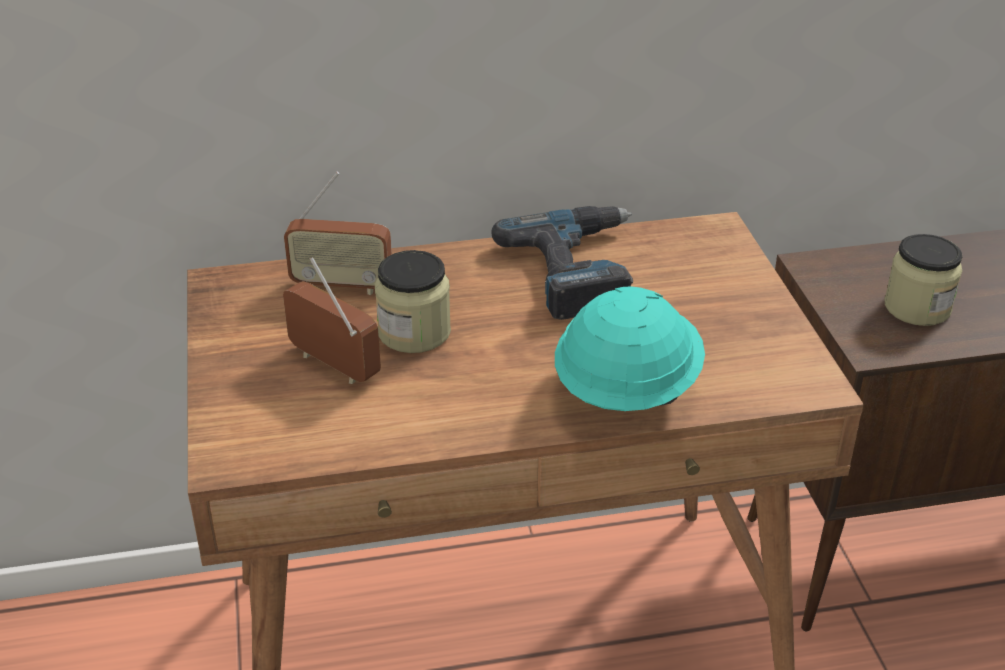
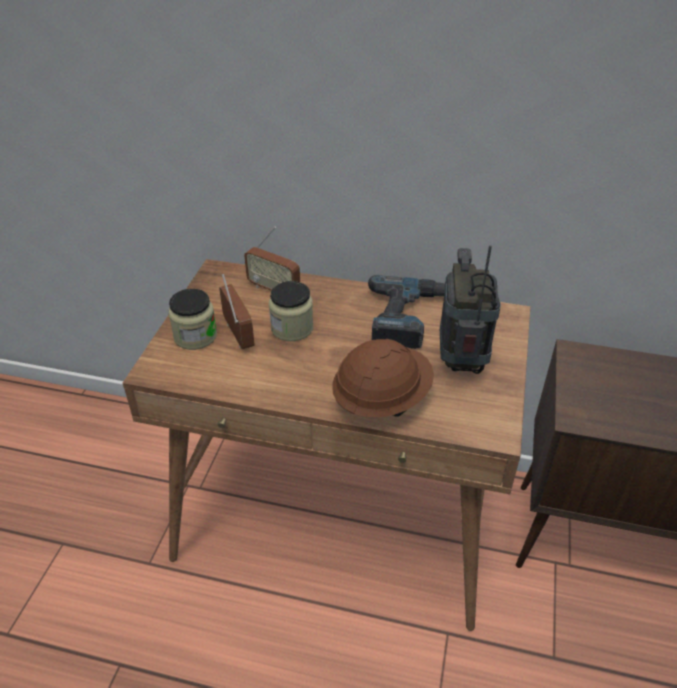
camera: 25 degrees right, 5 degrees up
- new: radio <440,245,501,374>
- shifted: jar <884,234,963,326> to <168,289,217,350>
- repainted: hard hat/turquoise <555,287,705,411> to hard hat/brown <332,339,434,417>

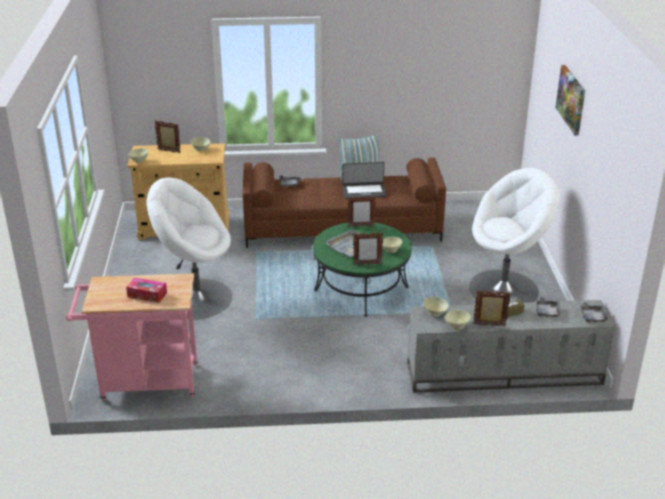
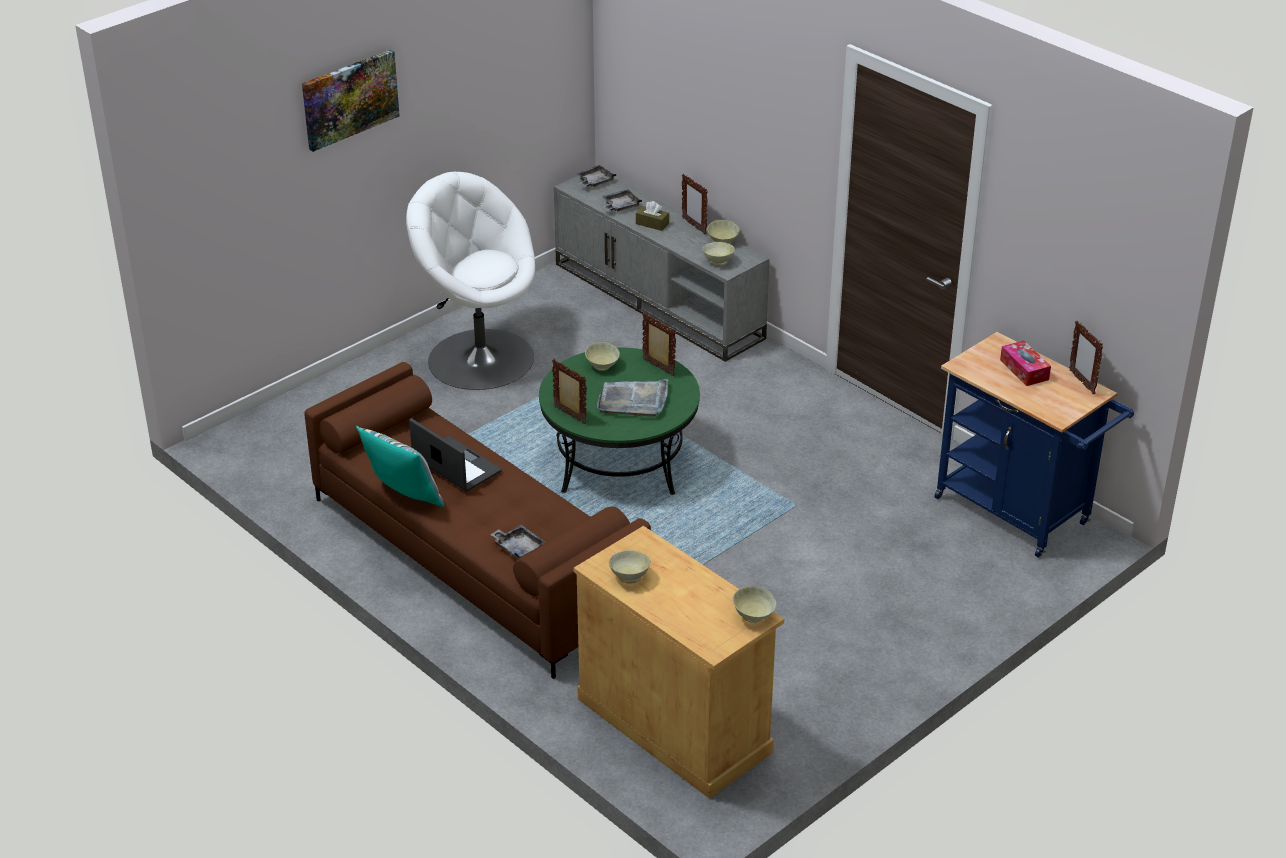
camera: 130 degrees left, 5 degrees up
- gone: armchair/white <147,178,233,320>
- shifted: picture frame <155,120,181,153> to <1069,321,1103,394>
- repainted: cart/pink <66,273,198,401> to cart/blue <935,332,1134,558>

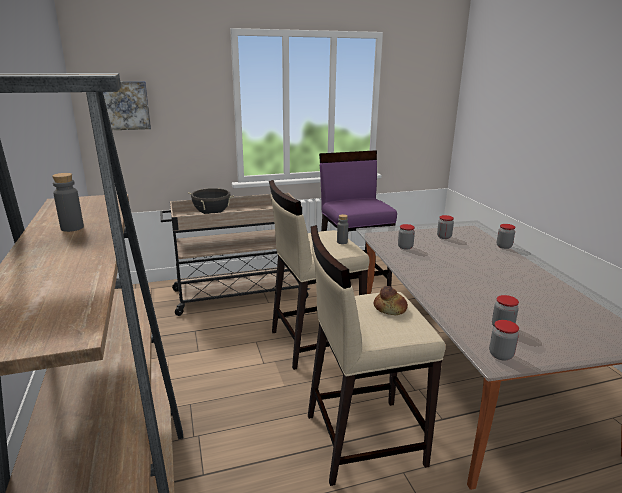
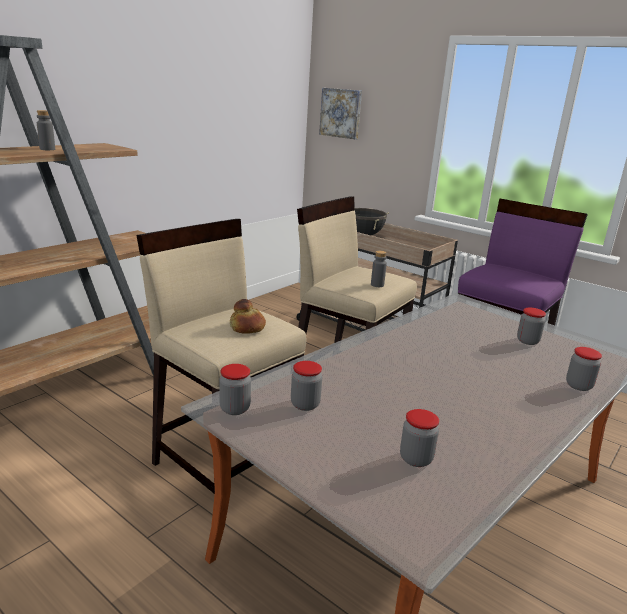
camera: 55 degrees right, 0 degrees up
- shifted: jar <398,224,415,250> to <400,409,439,467>

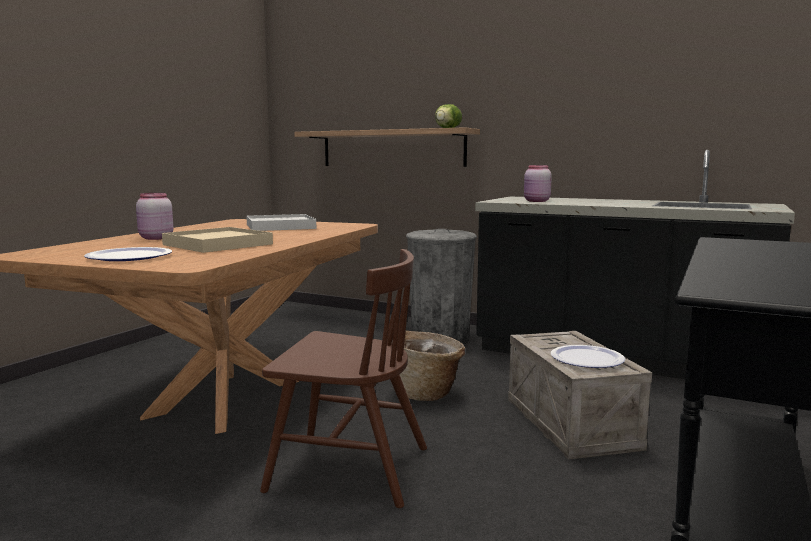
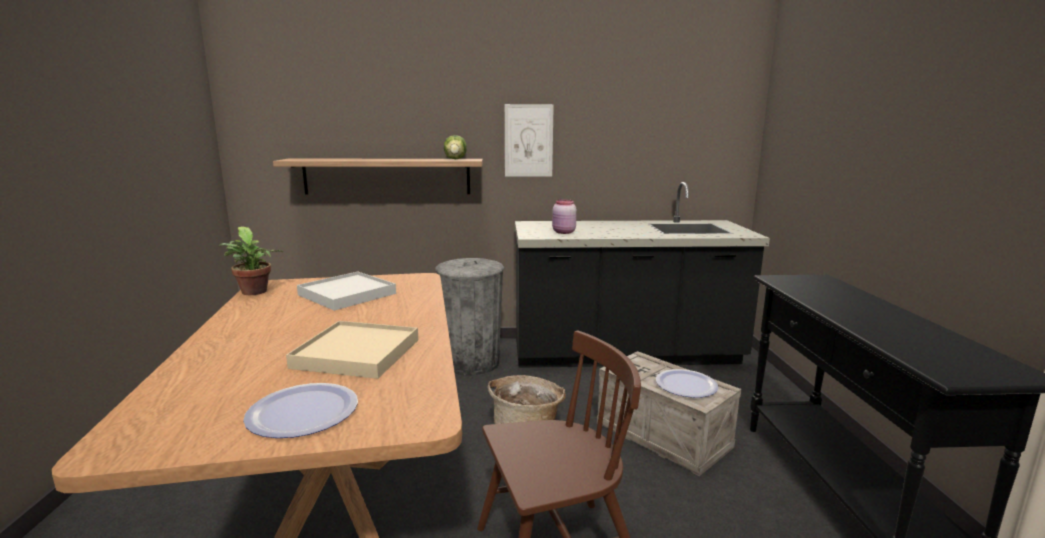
camera: 30 degrees left, 5 degrees up
- gone: jar/pink <136,193,173,240>
- new: potted plant <219,226,283,295>
- new: picture <505,104,554,177>

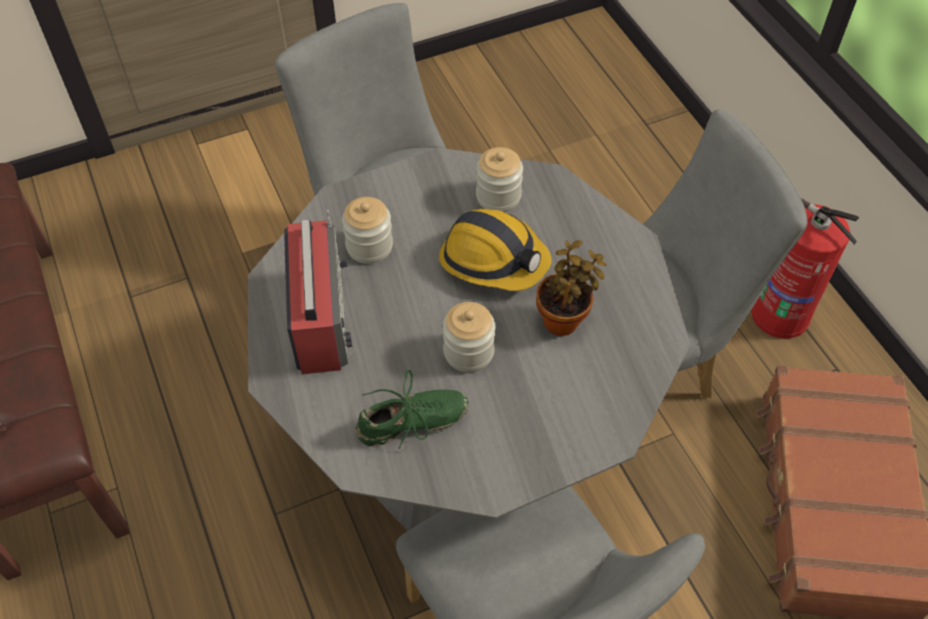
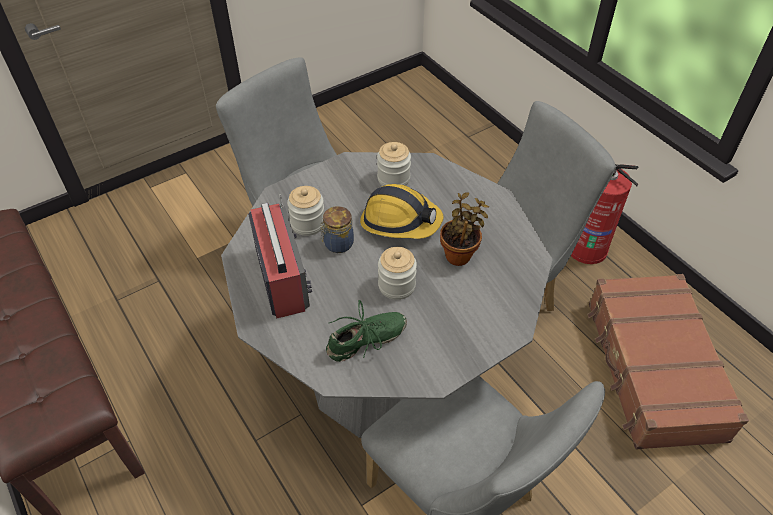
camera: 10 degrees left, 5 degrees down
- new: jar <320,206,354,253>

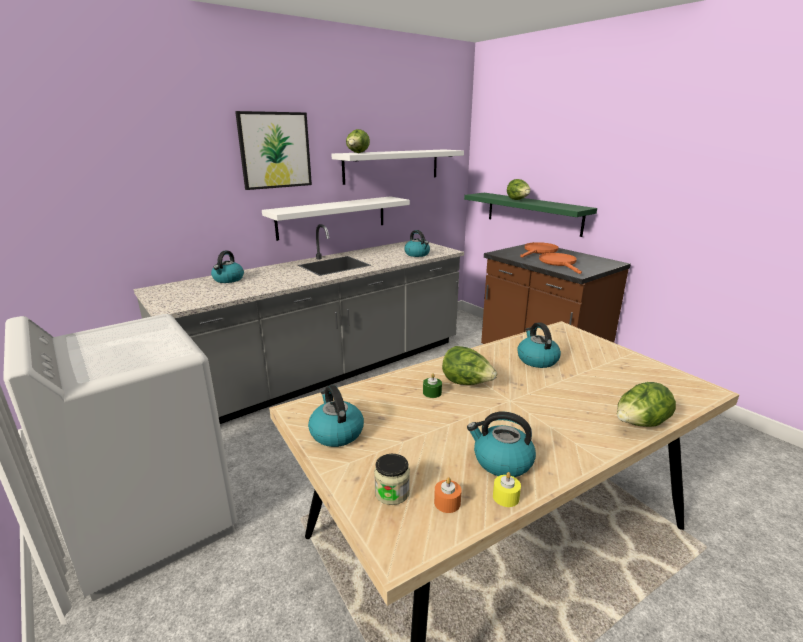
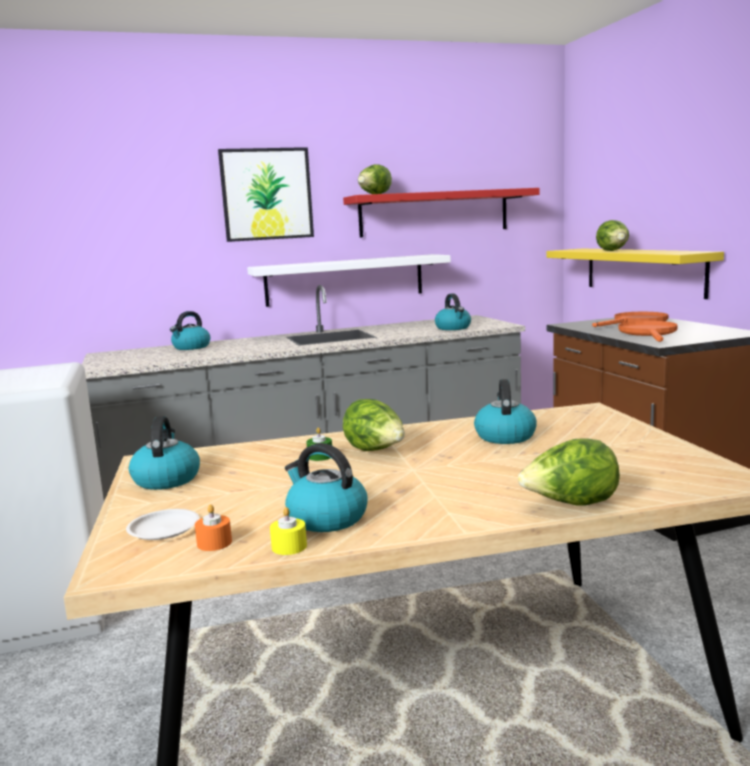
camera: 20 degrees right, 10 degrees down
- swapped: jar <374,454,410,505> to plate/white <126,509,199,540>
- repainted: shelf/white <331,149,464,185> to shelf/red <343,188,540,237>
- repainted: shelf/green <464,193,597,237> to shelf/yellow <546,248,724,299>

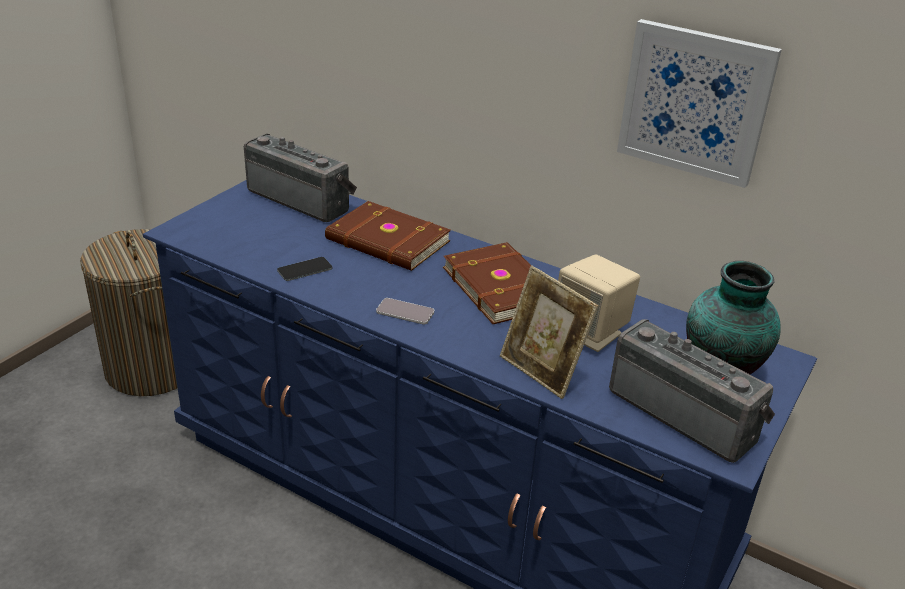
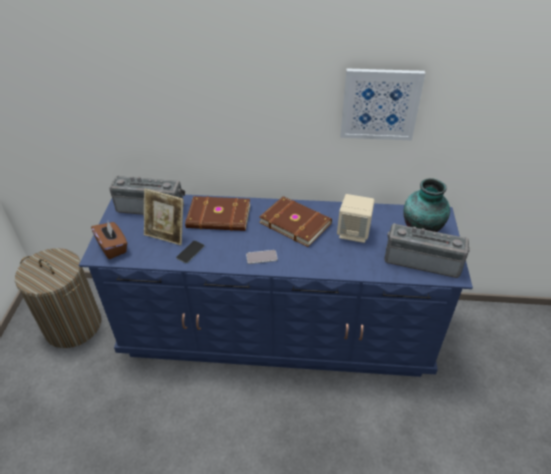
camera: 25 degrees left, 10 degrees up
- new: tissue box/brown <91,222,128,259>
- shifted: picture frame <500,266,599,399> to <144,189,184,245>

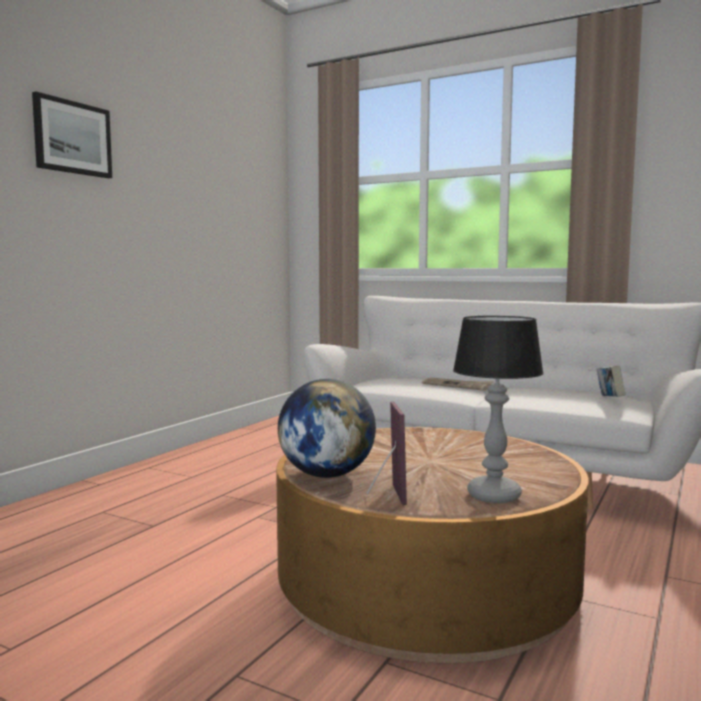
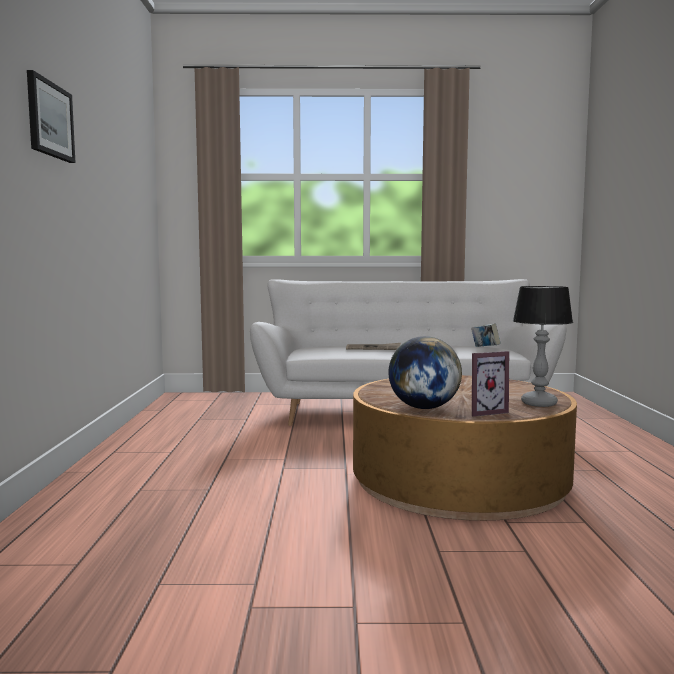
camera: 30 degrees left, 0 degrees up
- rotated: picture frame <367,402,407,505> = <472,351,509,417> 105 degrees clockwise

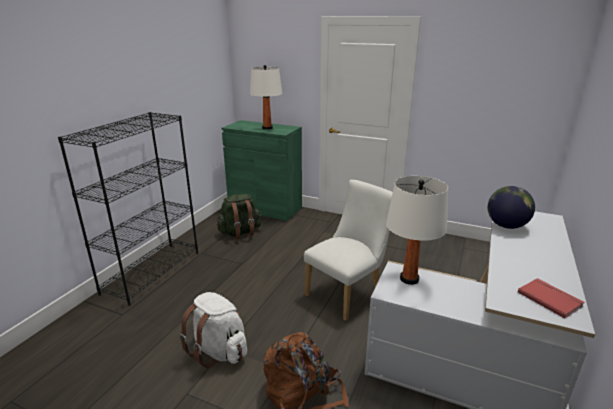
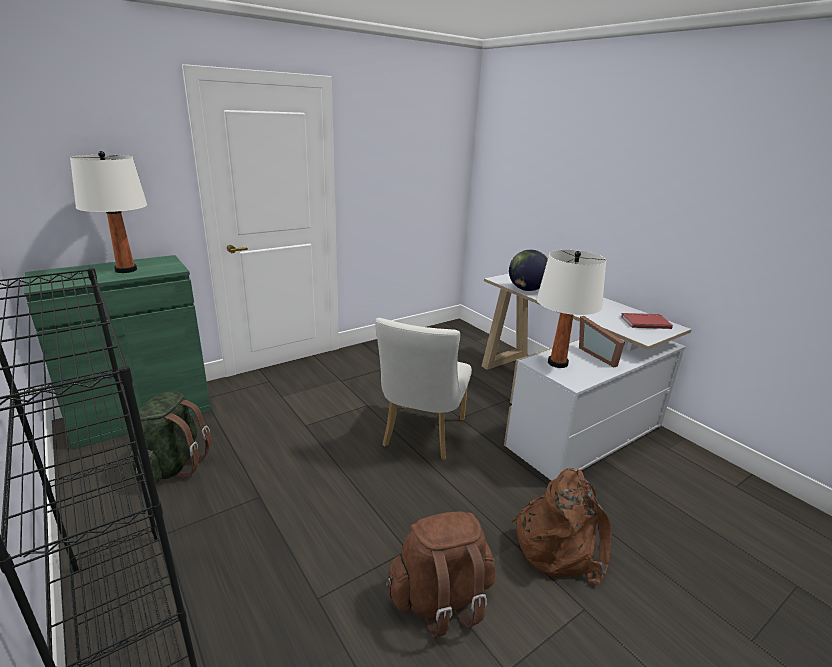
camera: 60 degrees left, 0 degrees up
- new: picture frame <579,316,625,367>
- repainted: backpack/white <180,292,247,368> to backpack/brown <386,511,495,638>
- rotated: chair/white <304,180,393,321> = <375,318,472,460> 150 degrees counterclockwise

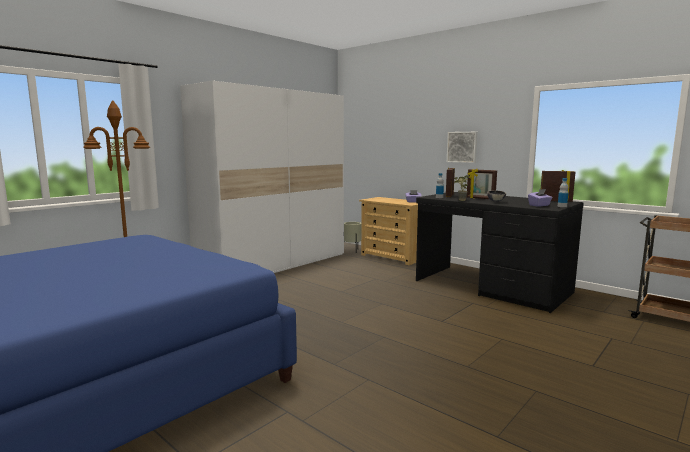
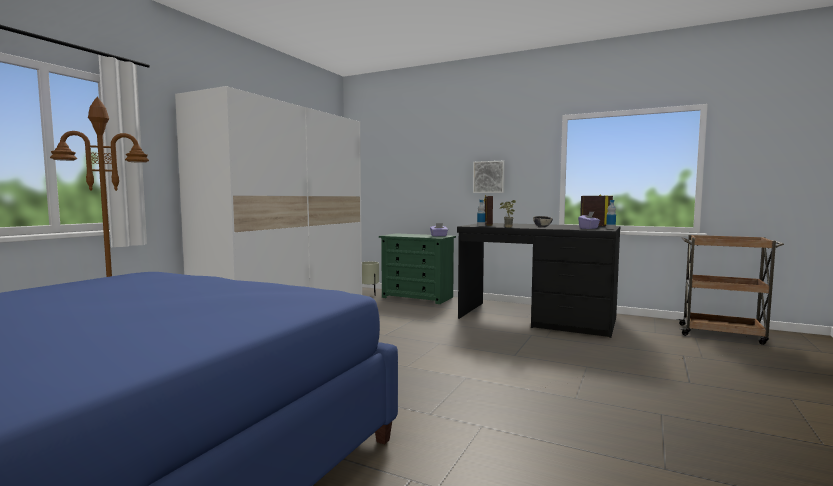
camera: 15 degrees left, 5 degrees down
- gone: picture frame <467,169,497,199>
- repainted: dresser/beige <359,197,418,265> to dresser/green <379,233,456,304>

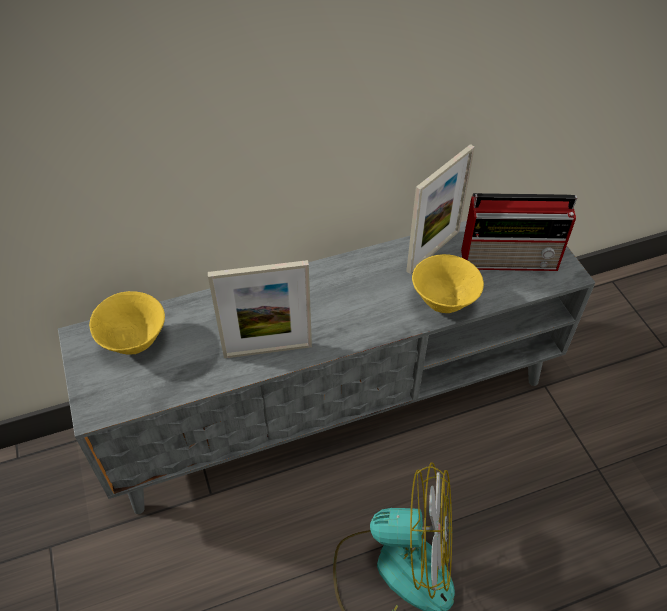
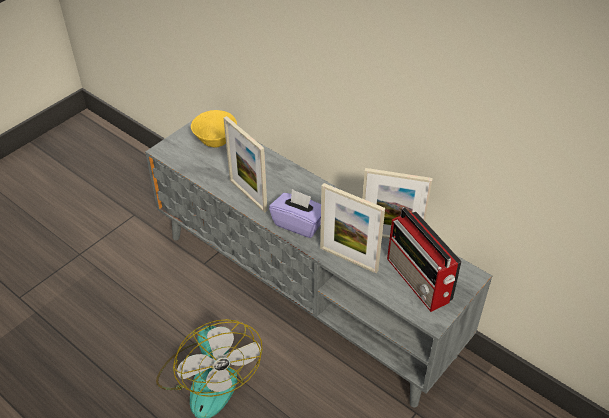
camera: 60 degrees right, 5 degrees down
- new: tissue box/purple <269,189,321,238>
- swapped: bowl/yellow <412,254,484,313> to picture frame <320,183,385,273>

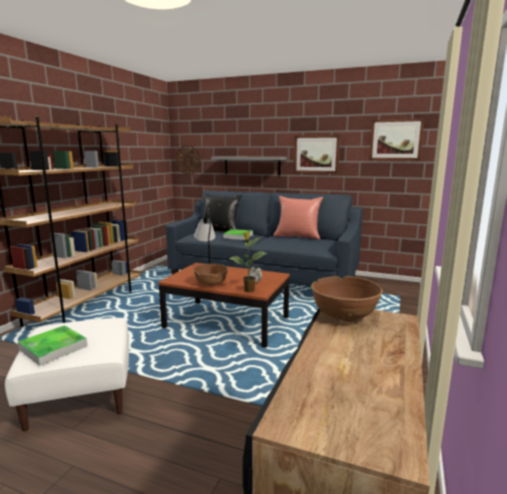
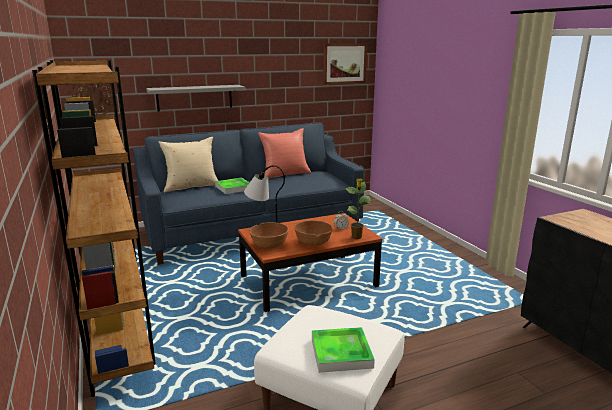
camera: 45 degrees left, 5 degrees up
- gone: picture <294,135,340,174>
- shifted: bowl/brown <311,276,383,322> to <249,222,289,248>
- repainted: pillow/black <203,193,242,232> to pillow/beige <158,137,219,193>

